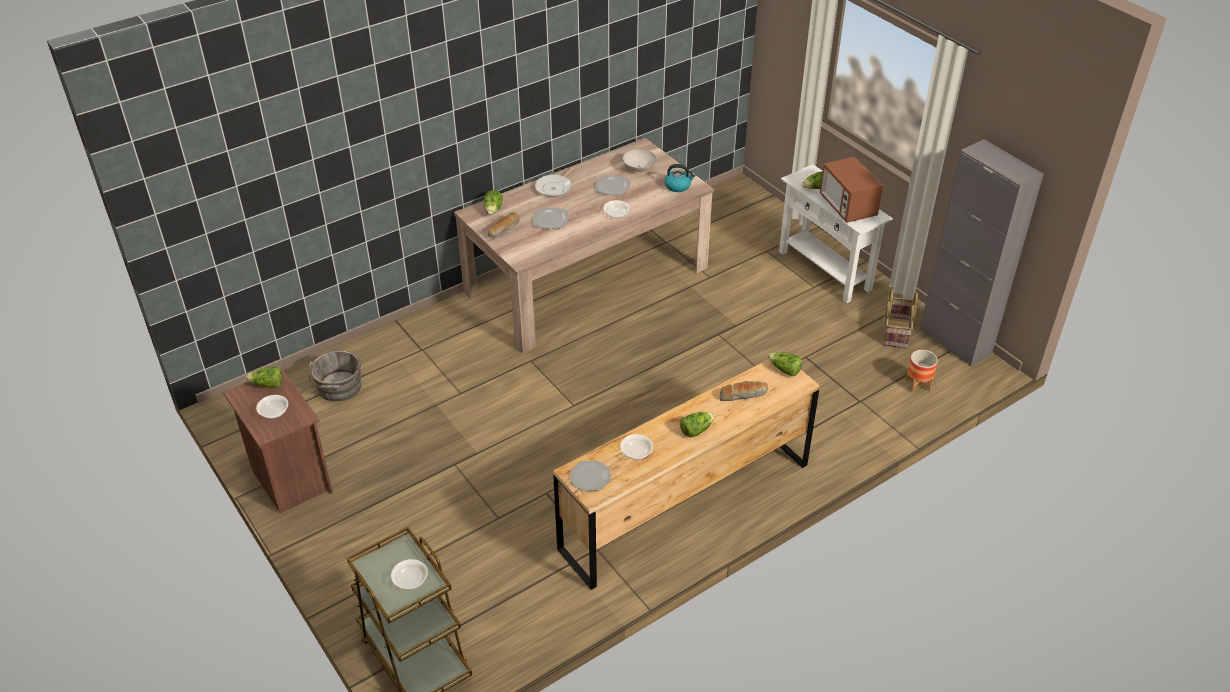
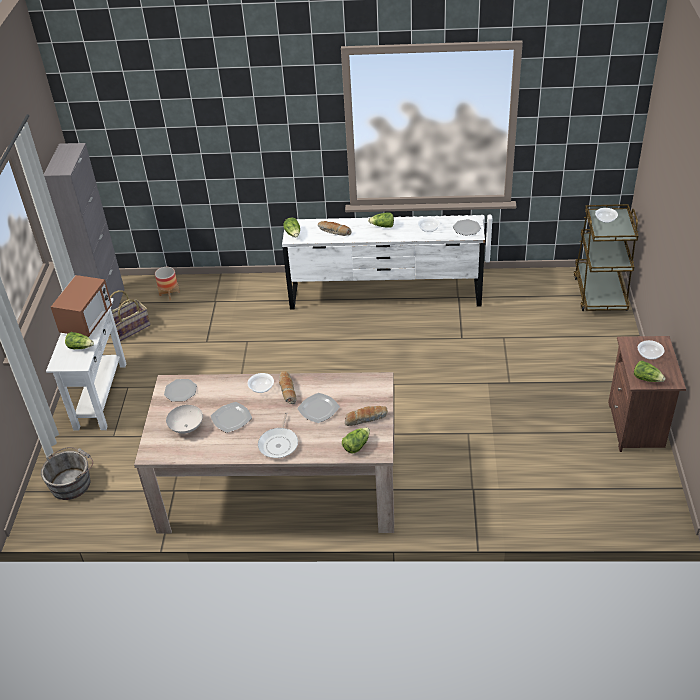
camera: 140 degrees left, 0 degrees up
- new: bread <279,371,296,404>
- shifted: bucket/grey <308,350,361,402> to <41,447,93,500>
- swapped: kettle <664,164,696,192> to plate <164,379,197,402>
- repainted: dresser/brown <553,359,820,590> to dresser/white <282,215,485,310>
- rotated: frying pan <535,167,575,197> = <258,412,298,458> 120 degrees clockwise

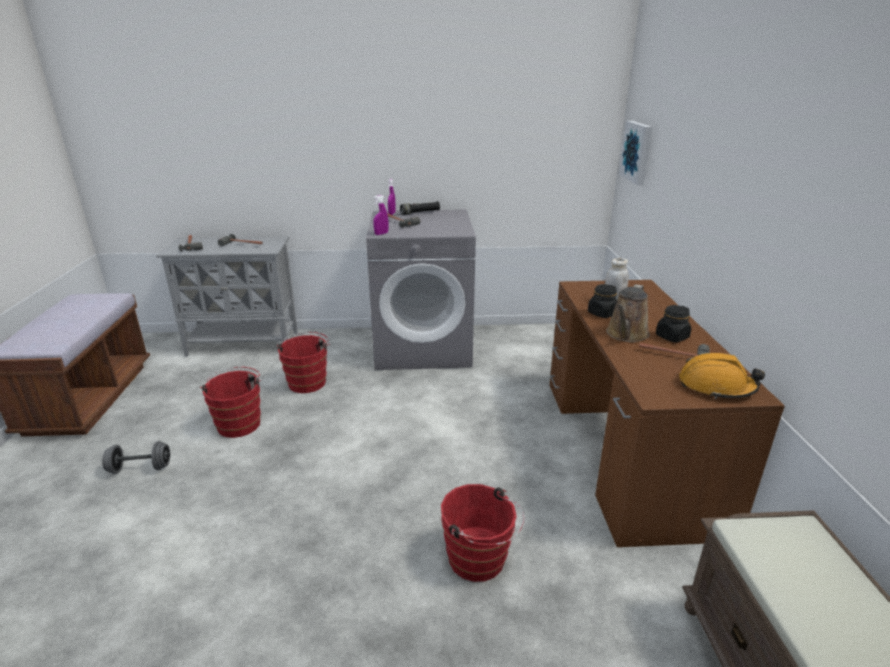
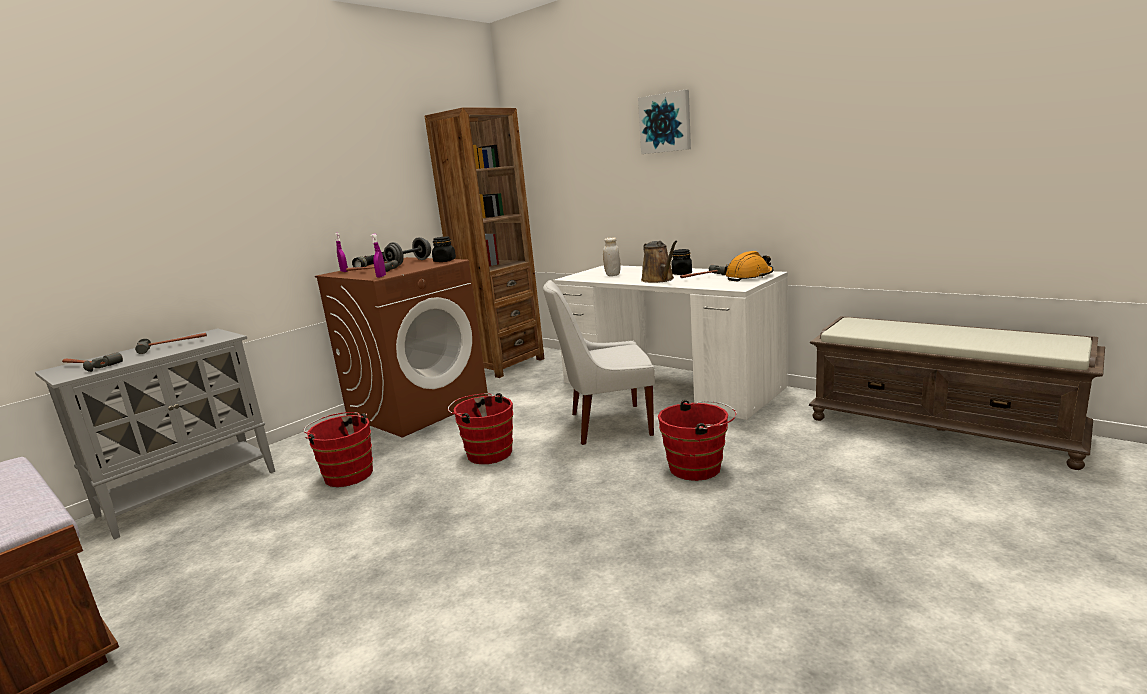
camera: 45 degrees left, 10 degrees down
- new: bookcase/brown <425,107,545,378>
- new: chair/white <543,280,655,445>
- shifted: dumbbell/grey <102,441,170,474> to <384,237,431,266>
- shifted: bucket/red <200,367,263,438> to <448,393,513,464>
- shifted: jar/black <588,284,617,318> to <432,236,456,262>
- shifted: picture <619,121,653,185> to <638,90,691,154>
- repainted: washing machine/grey <366,209,476,370> to washing machine/brown <315,257,488,438>
- repainted: desk/brown <550,280,785,547> to desk/white <553,265,788,420>

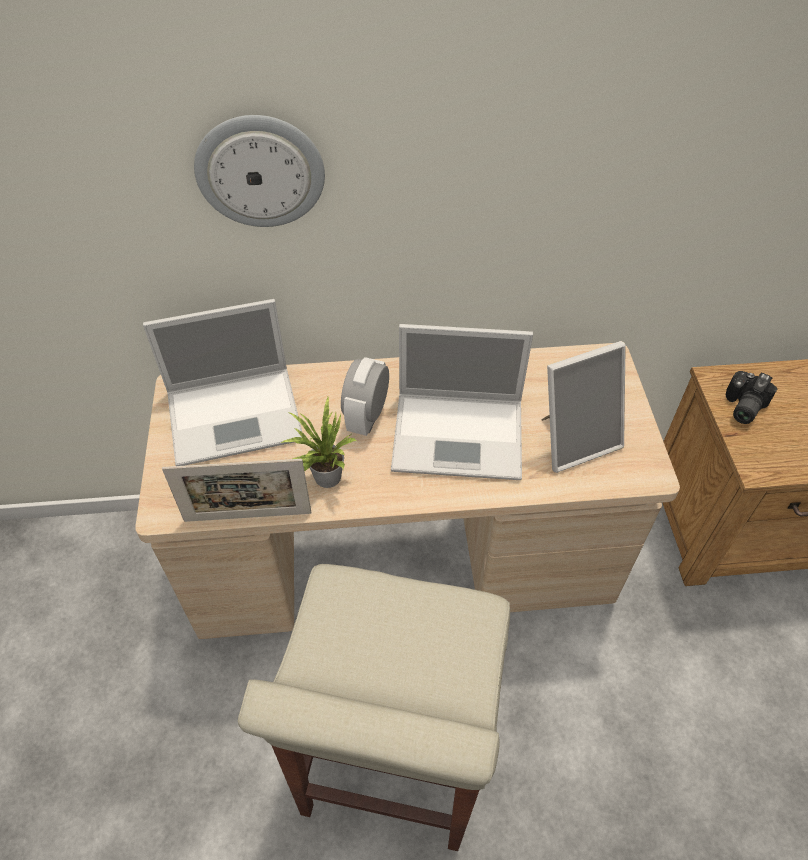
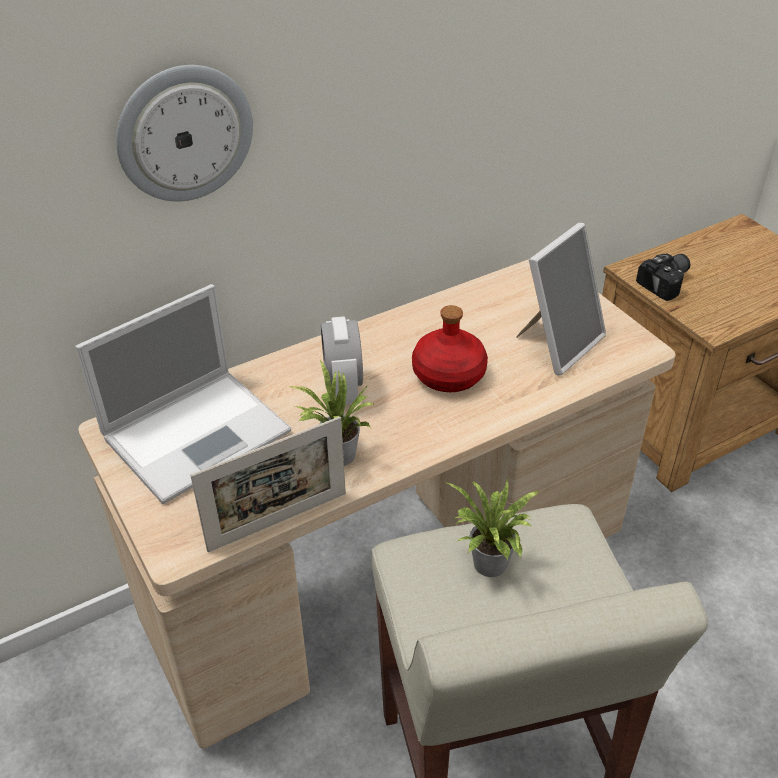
camera: 25 degrees left, 10 degrees down
- new: potted plant <445,478,540,577>
- swapped: laptop <391,324,533,480> to bottle/red <412,305,488,392>
- rotated: photo camera <726,371,777,424> = <636,253,690,301> 135 degrees counterclockwise

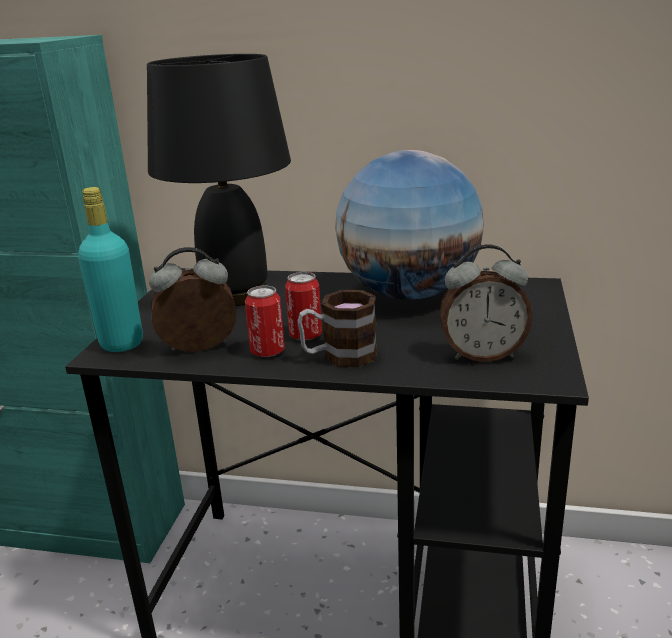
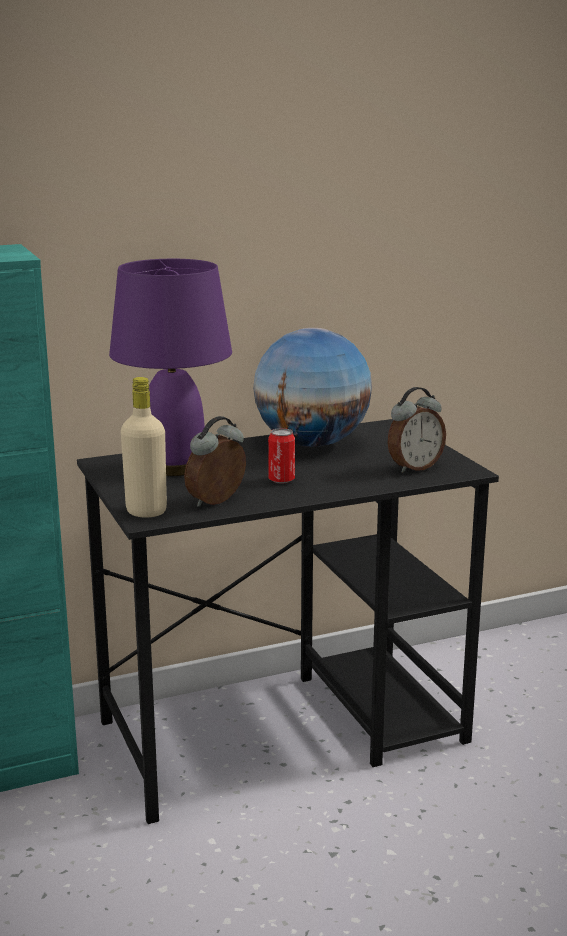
camera: 35 degrees left, 5 degrees down
- gone: can <245,286,285,357>
- gone: mug <297,290,377,367>
- repainted: bottle/turquoise <78,187,143,352> to bottle/beige <121,377,167,517>
- repainted: table lamp/black <147,54,291,306> to table lamp/purple <109,259,232,476>

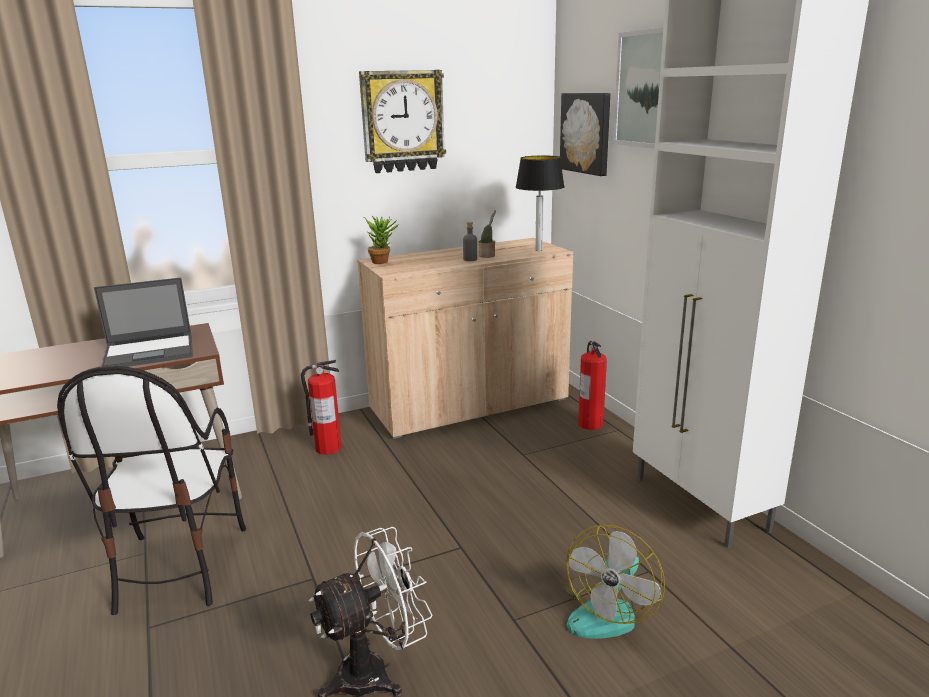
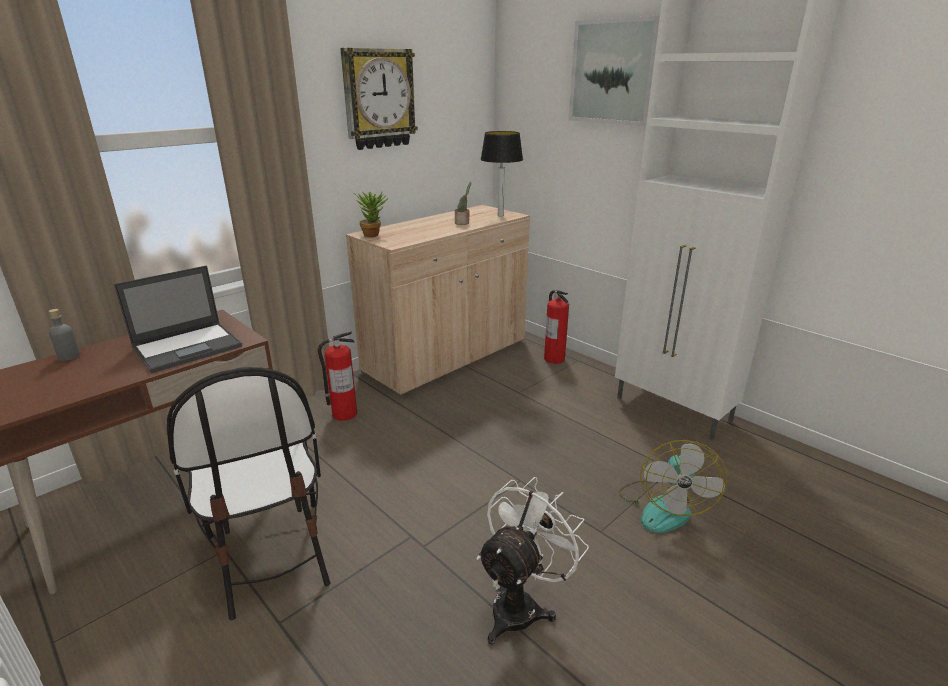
camera: 20 degrees left, 5 degrees up
- gone: picture <560,93,610,176>
- shifted: bottle/grey <463,222,477,261> to <48,309,80,361>

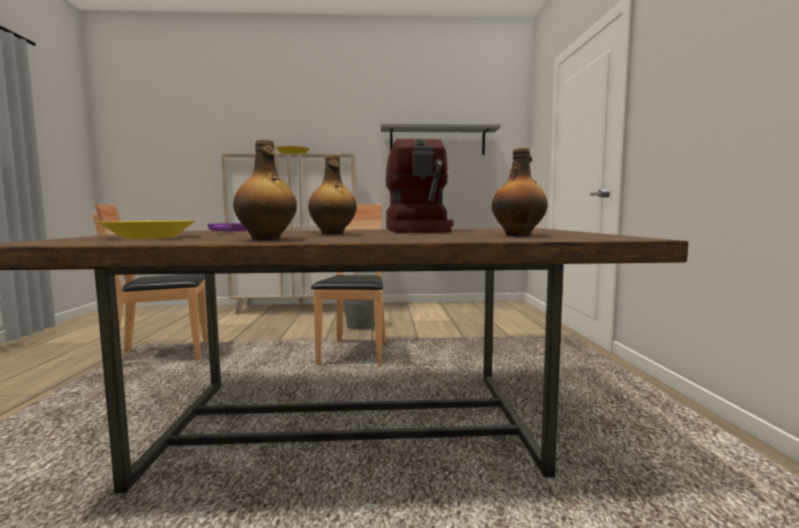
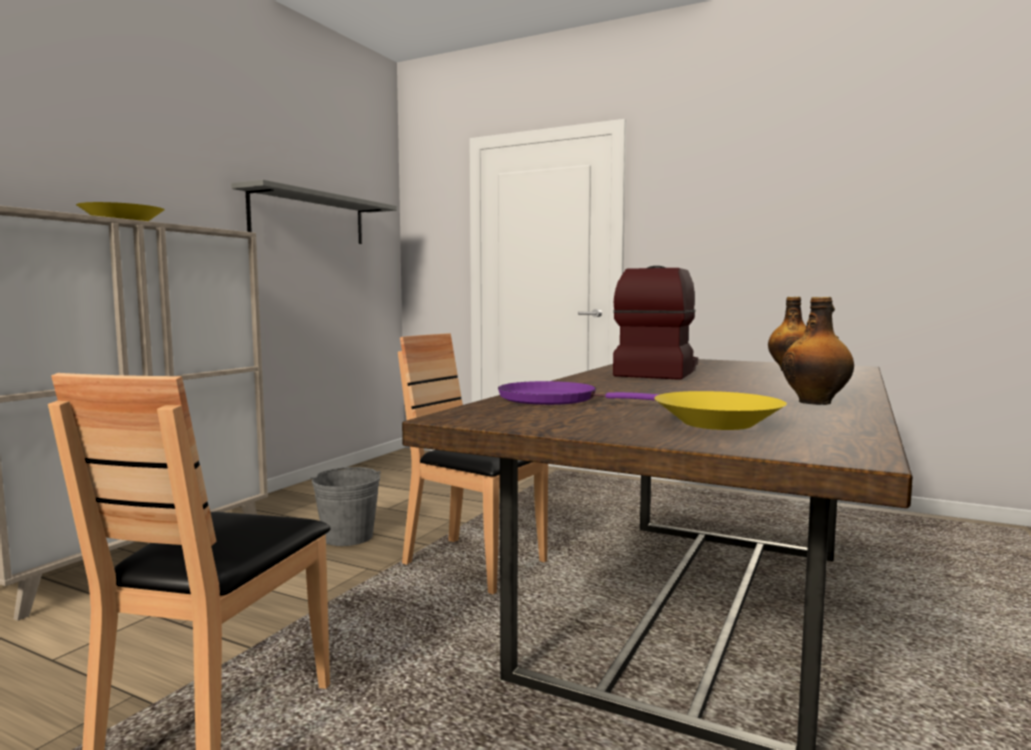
camera: 60 degrees left, 0 degrees up
- gone: bottle <308,155,357,235>
- rotated: coffee machine <385,139,454,233> = <613,266,698,380> 90 degrees counterclockwise

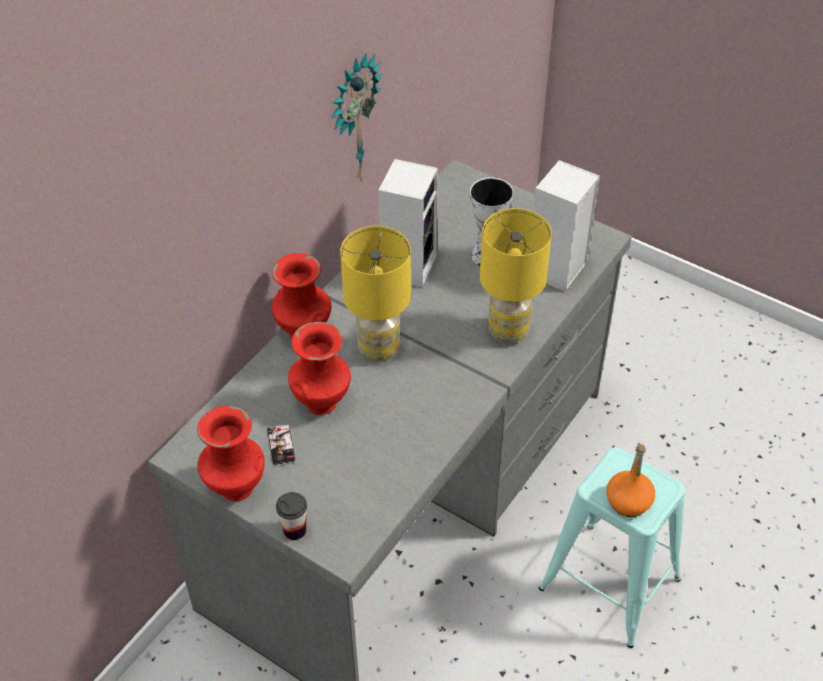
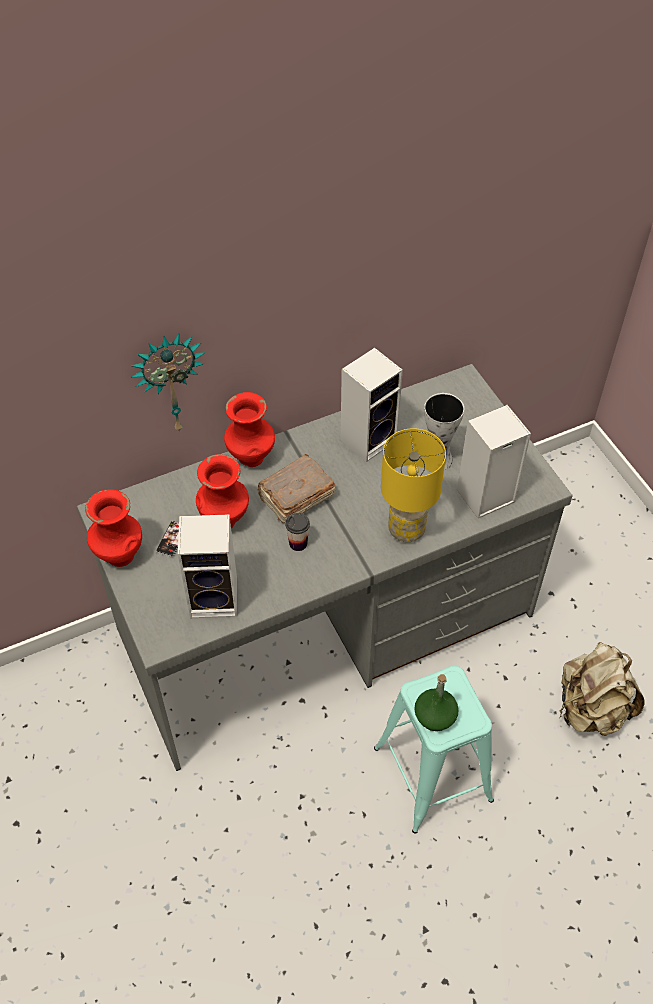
camera: 30 degrees right, 5 degrees up
- new: speaker <178,515,237,619>
- new: backpack/beige <559,642,645,736>
- shifted: cup <276,492,307,540> to <285,513,310,551>
- shifted: wall clock <332,53,383,183> to <131,334,206,433>
- swapped: table lamp/yellow <340,226,411,362> to book/brown <257,454,335,524>
- repainted: bottle/orange <606,444,655,517> to bottle/green <414,674,459,731>

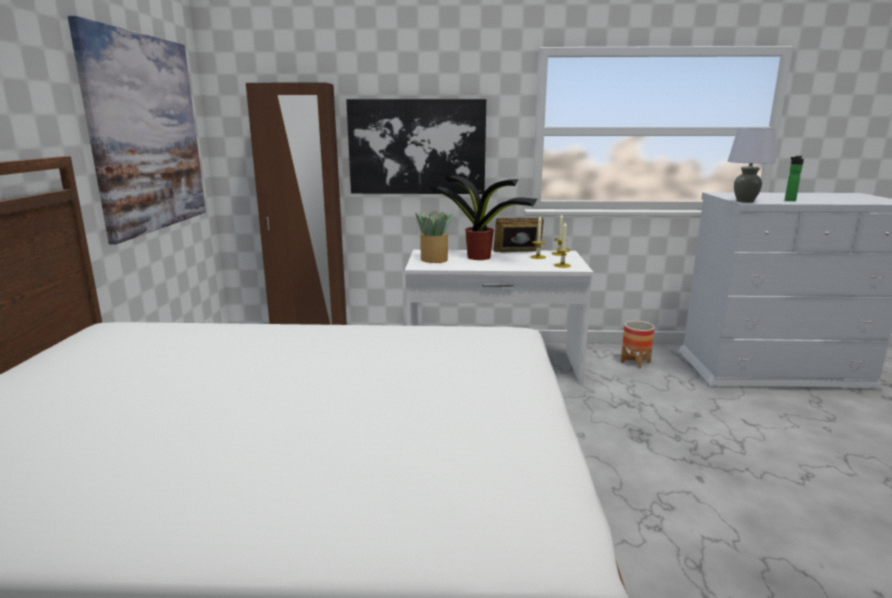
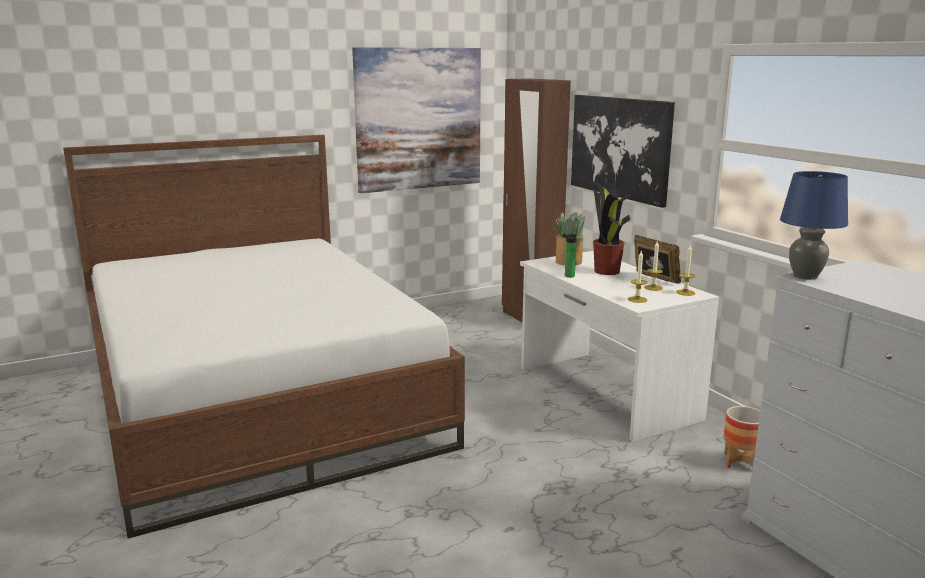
camera: 60 degrees right, 0 degrees up
- shifted: bottle <785,156,804,201> to <562,234,577,278>
- repainted: table lamp/grey <728,128,776,203> to table lamp/blue <780,171,848,280>

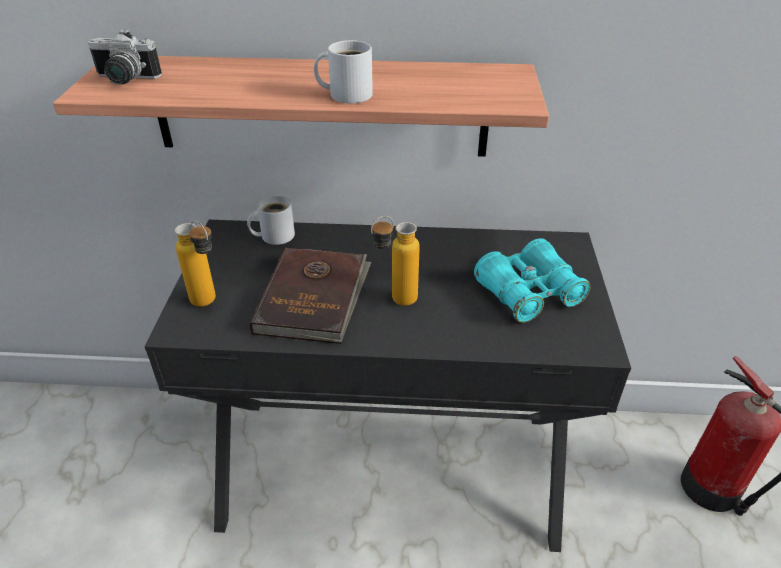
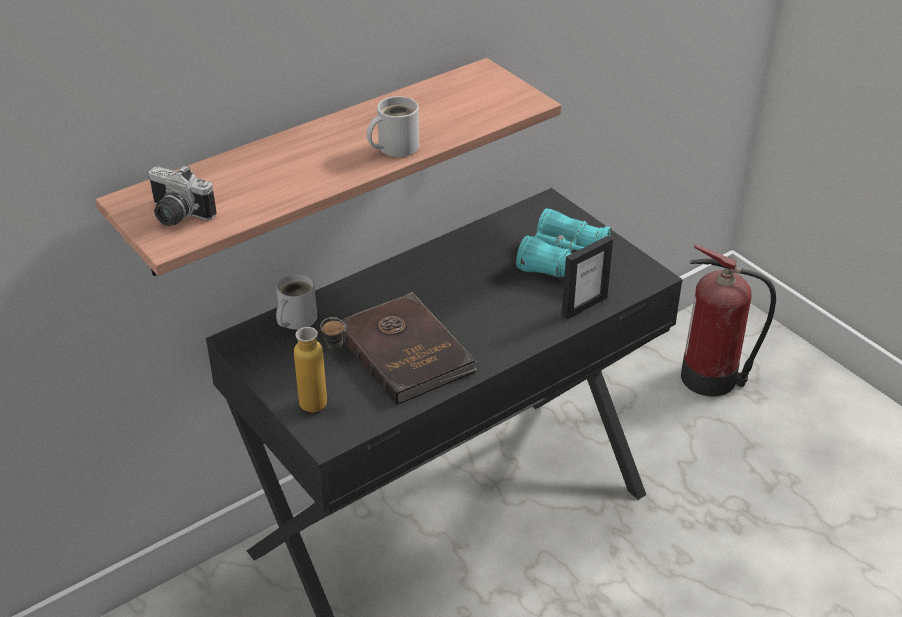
camera: 40 degrees left, 0 degrees up
- gone: bottle <371,216,420,306>
- new: picture frame <562,236,613,320>
- rotated: photo camera <88,28,162,84> = <148,165,217,226> 60 degrees clockwise

